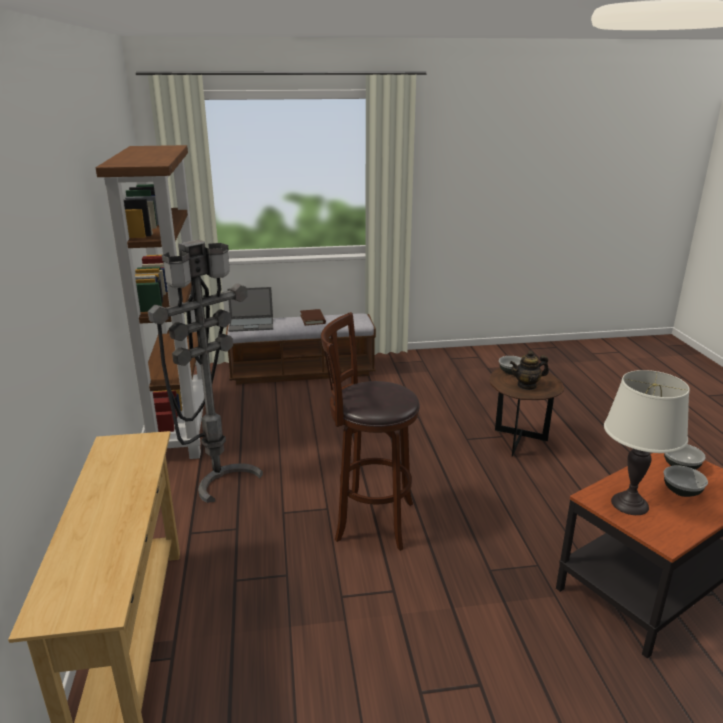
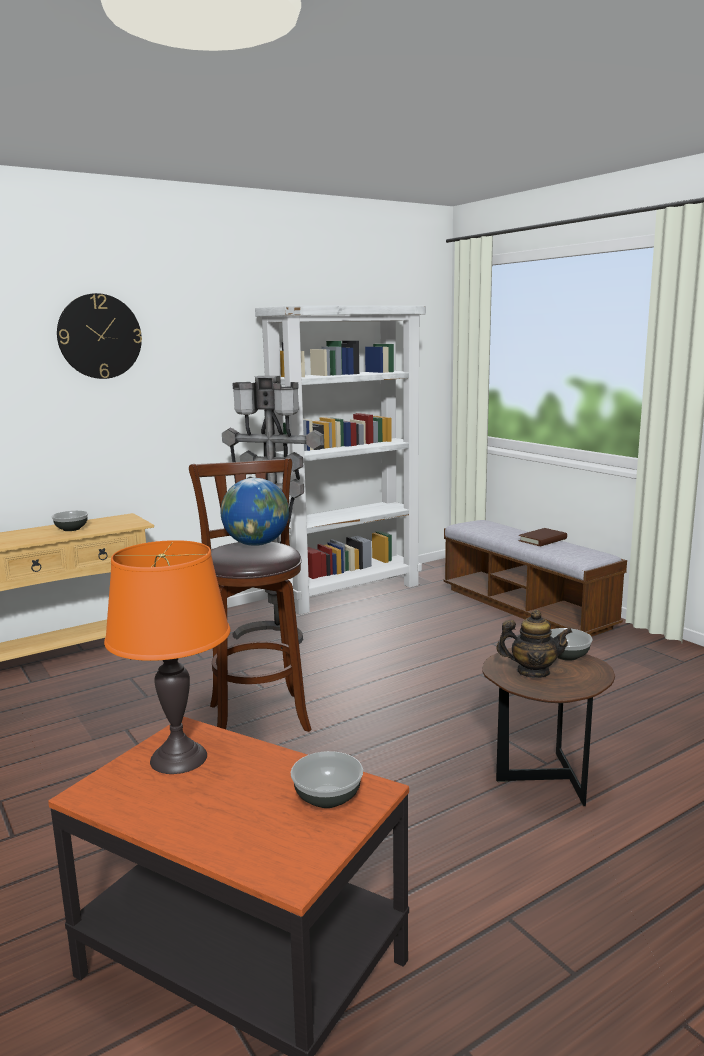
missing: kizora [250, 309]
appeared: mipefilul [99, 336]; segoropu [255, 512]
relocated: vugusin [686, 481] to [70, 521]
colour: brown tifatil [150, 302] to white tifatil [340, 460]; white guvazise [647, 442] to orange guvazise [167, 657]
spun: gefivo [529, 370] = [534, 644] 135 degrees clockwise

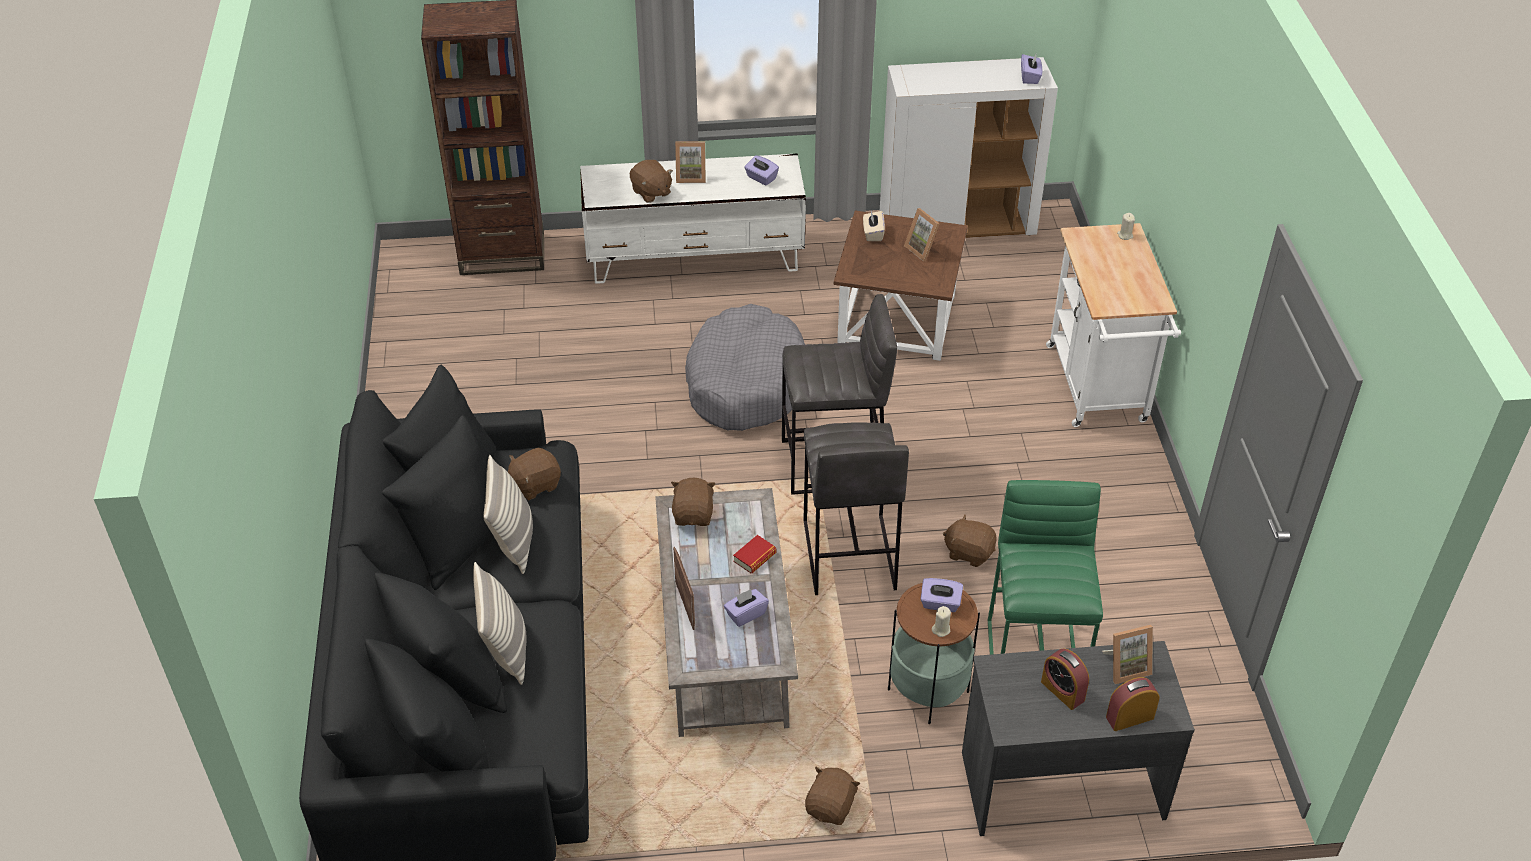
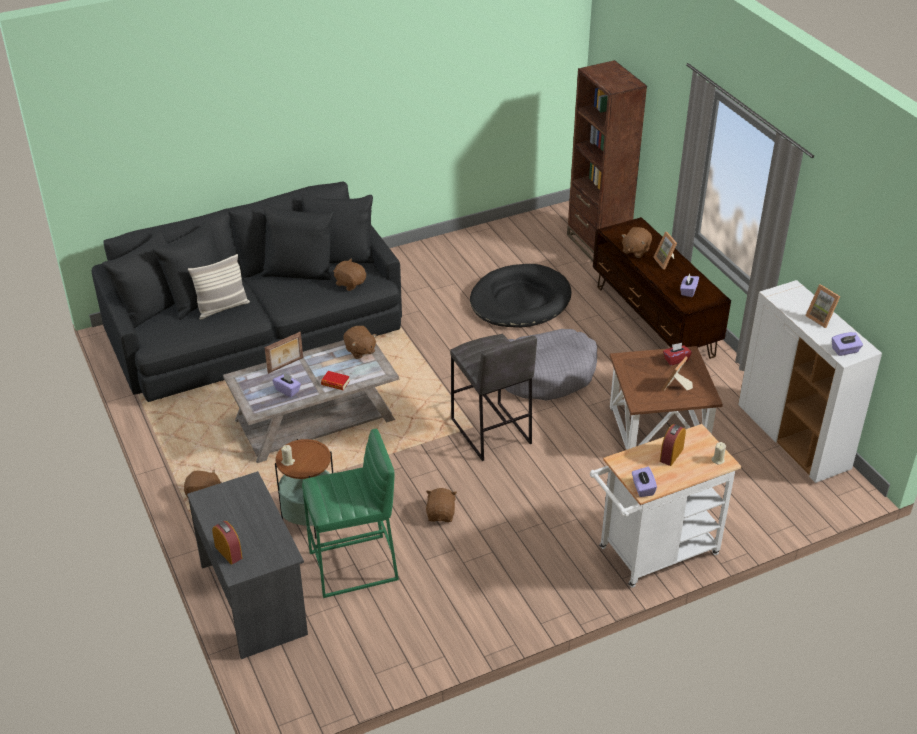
missing: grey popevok [856, 508]; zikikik [508, 514]
appeared: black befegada [521, 296]
relocated: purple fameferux [941, 595] to [644, 482]; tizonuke [1127, 654] to [822, 306]; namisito [1065, 679] to [673, 445]
colour: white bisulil [693, 218] to brown bisulil [662, 288]; beige fameferux [874, 226] to red fameferux [677, 354]
spun: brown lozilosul [693, 501] = [360, 342] 75 degrees clockwise

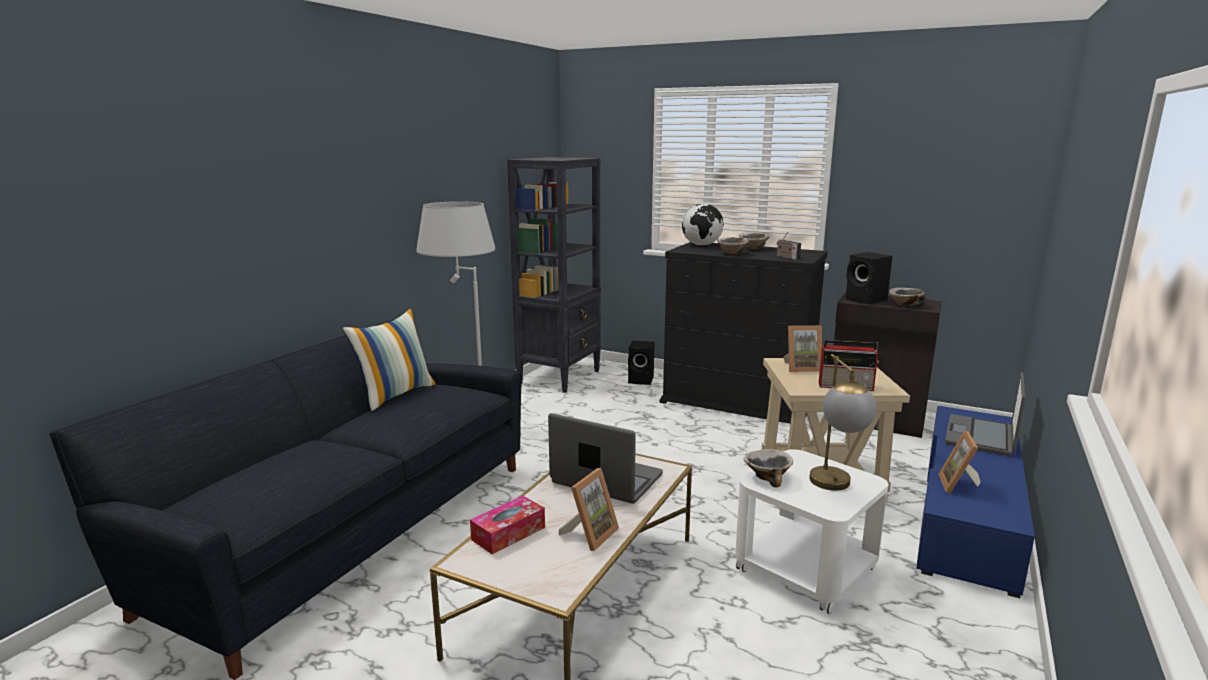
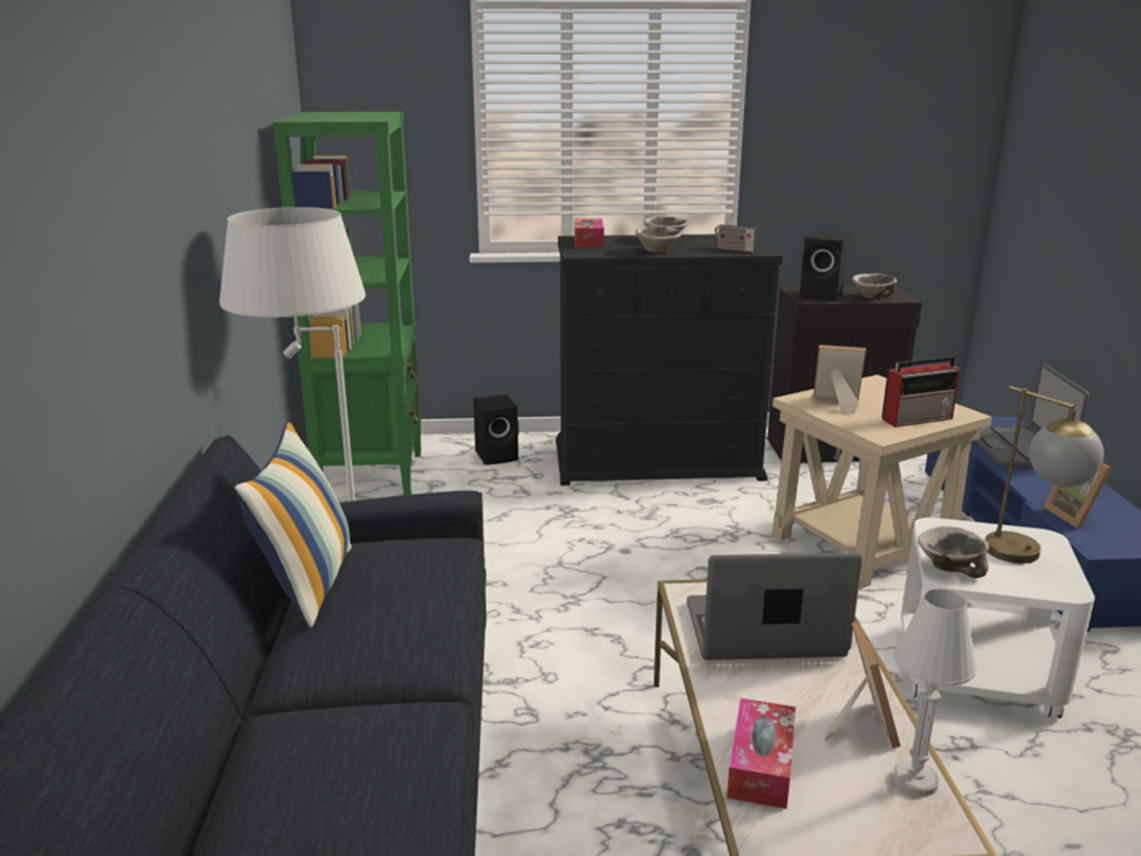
appeared: white guvazise [935, 693]
exchanged: segoropu [703, 225] to fameferux [589, 233]
colour: black tifatil [554, 275] to green tifatil [347, 303]
spun: tizonuke [803, 348] = [839, 379] 135 degrees counterclockwise

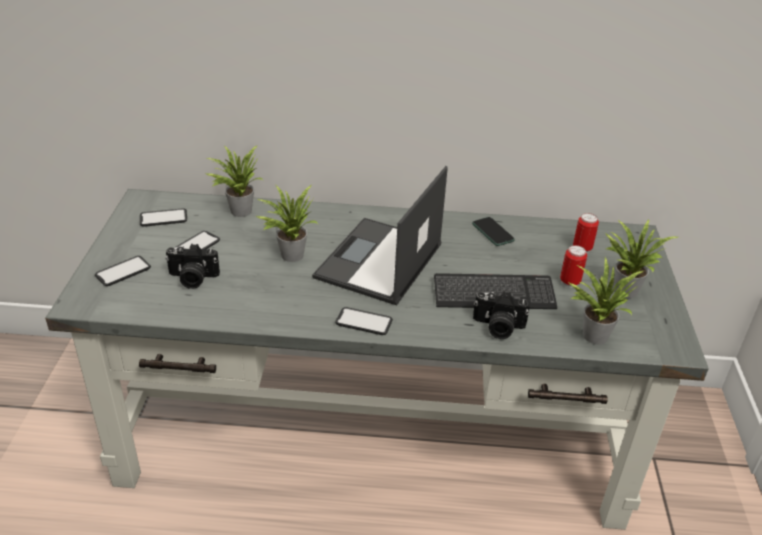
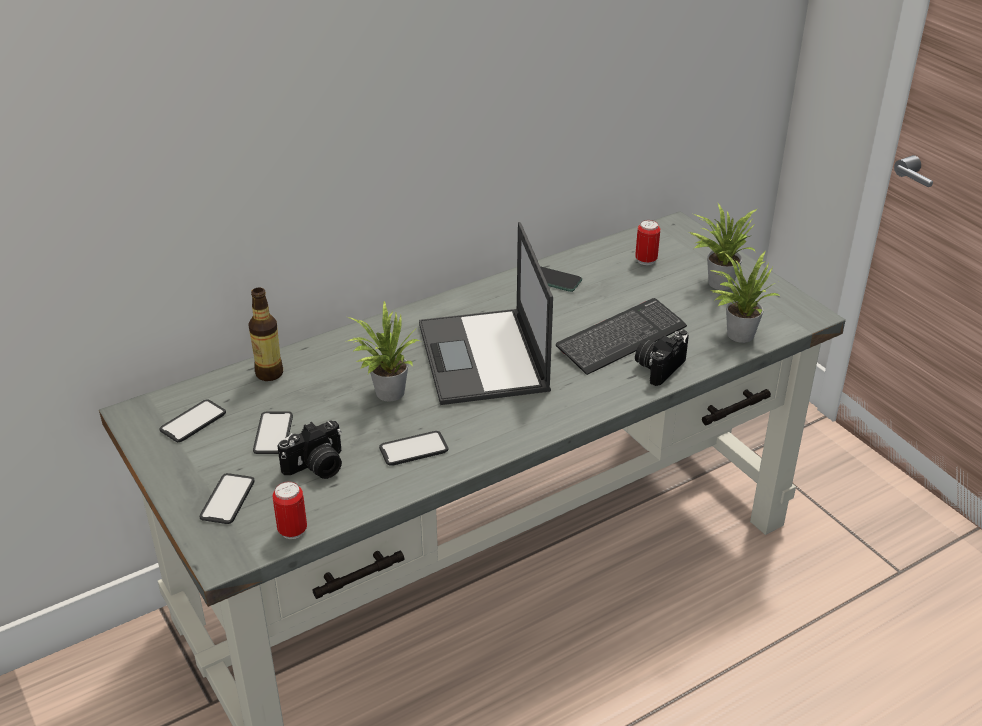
relocated: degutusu [573, 266] to [289, 510]; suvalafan [364, 321] to [414, 448]
exchanged: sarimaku [234, 181] to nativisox [265, 334]
spun: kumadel [501, 315] = [662, 357] 150 degrees clockwise

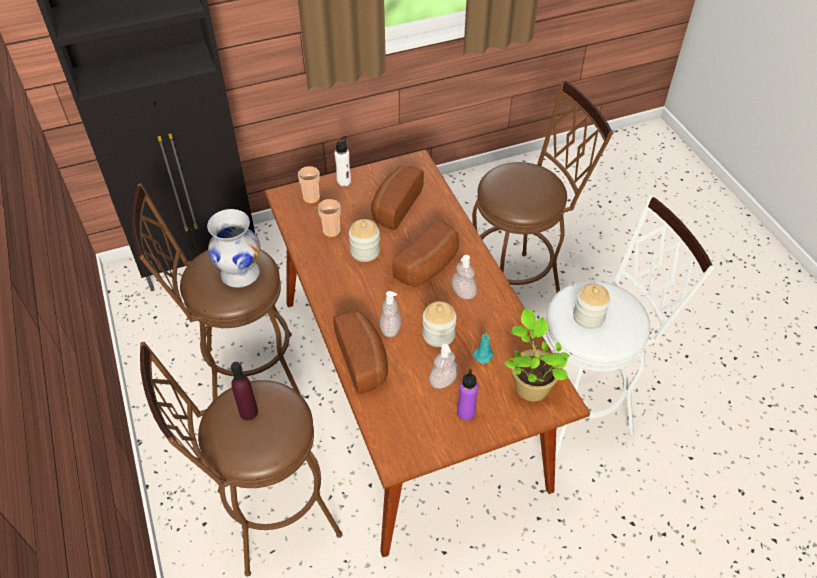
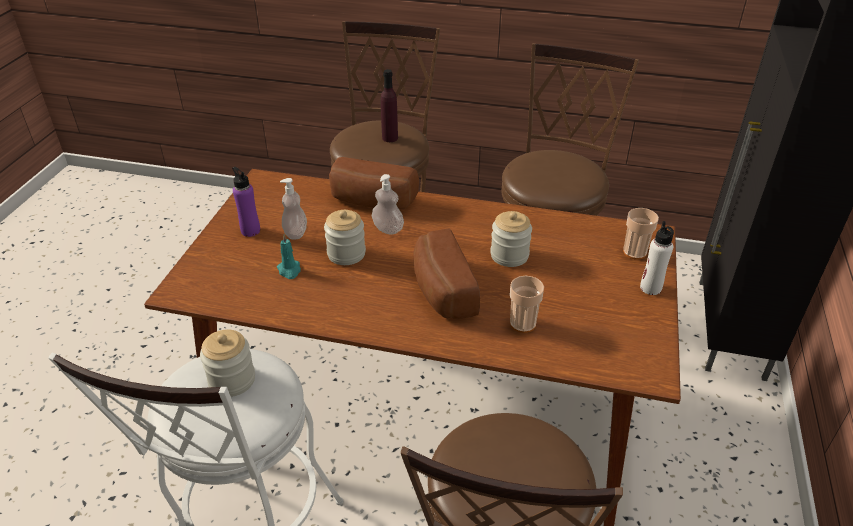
missing: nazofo [397, 197]; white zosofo [233, 248]; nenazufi [464, 277]; sarimaku [536, 354]
relocated: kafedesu [329, 218] to [527, 304]

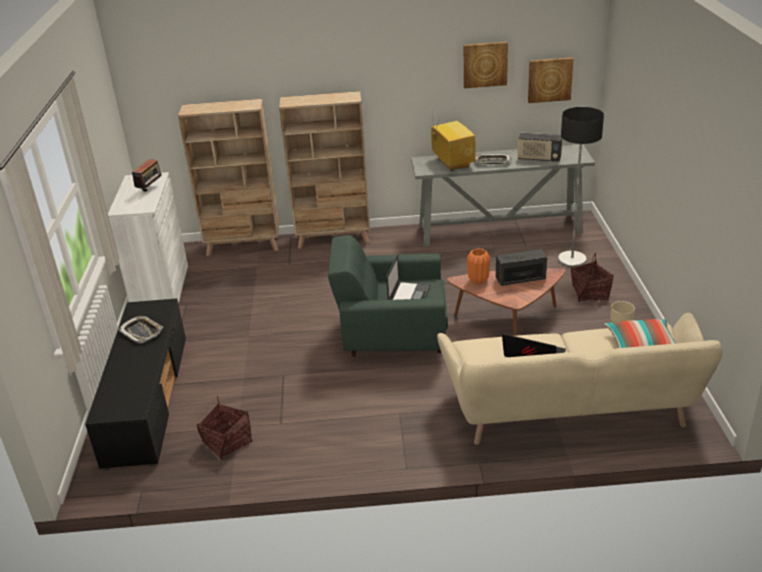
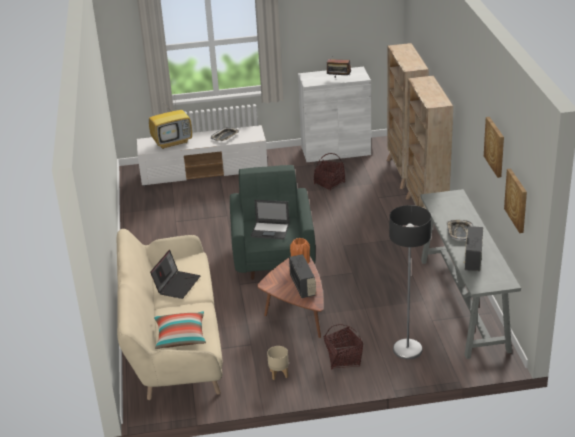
relocated: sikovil [453, 143] to [170, 122]; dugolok [224, 428] to [329, 172]
colour: black bisulil [135, 384] to white bisulil [202, 155]

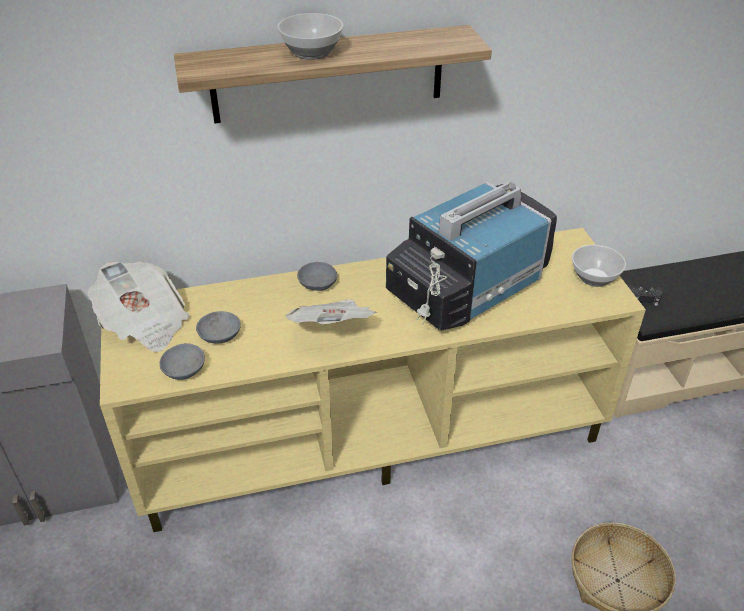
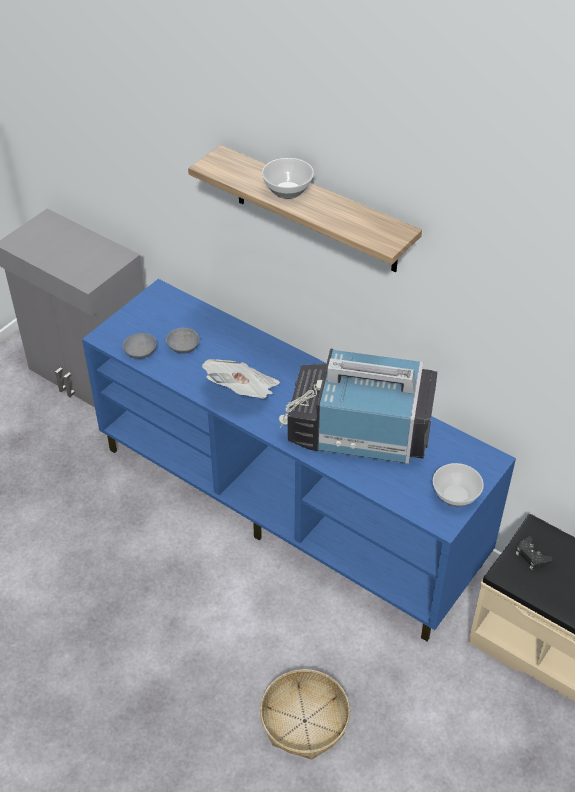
missing: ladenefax [139, 306]; grey vugusin [317, 276]
colour: beige bisulil [373, 380] to blue bisulil [299, 460]

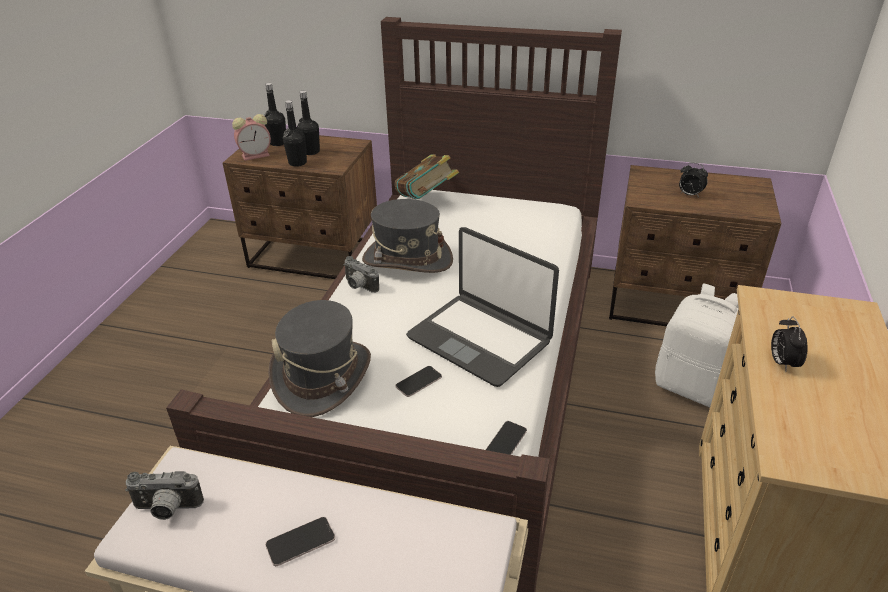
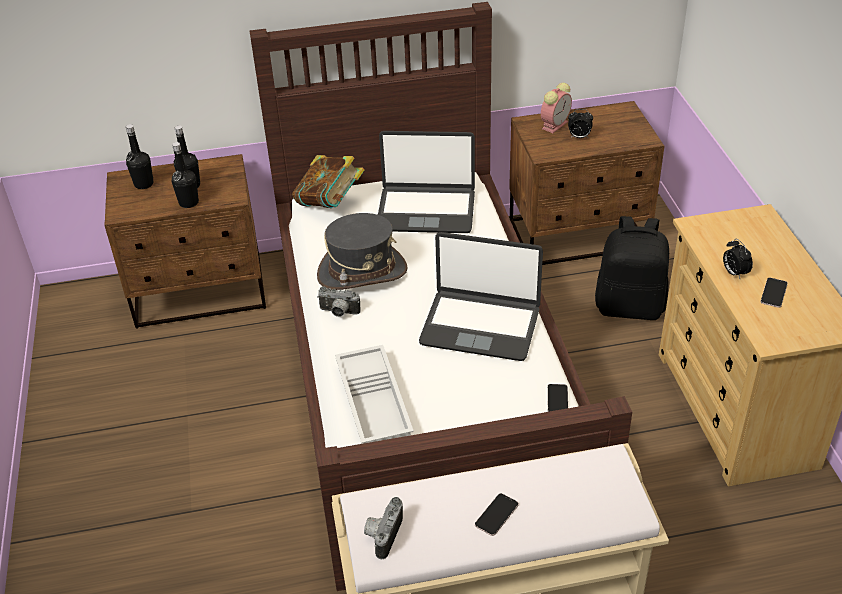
appeared: kizora [426, 182]
relocated: namisito [251, 137] to [556, 108]; suvalafan [418, 381] to [774, 293]
exchanged: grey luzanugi [319, 358] to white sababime [374, 394]
colour: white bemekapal [697, 345] to black bemekapal [632, 268]
spun: kumadel [164, 495] = [383, 528] 135 degrees clockwise

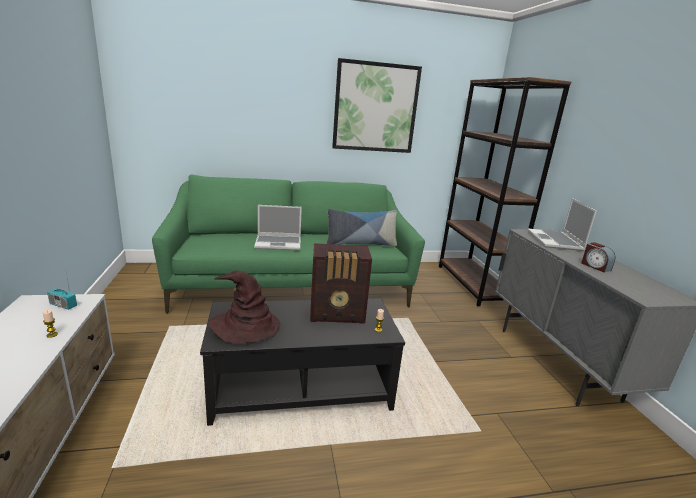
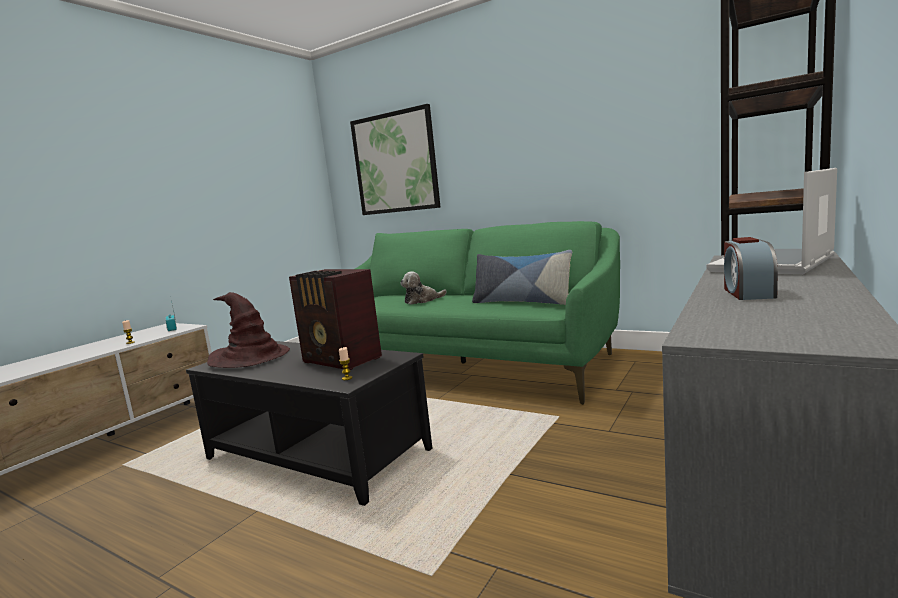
relocated: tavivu [377, 105] to [395, 159]
exchanged: kizora [278, 227] to lozilosul [423, 288]

